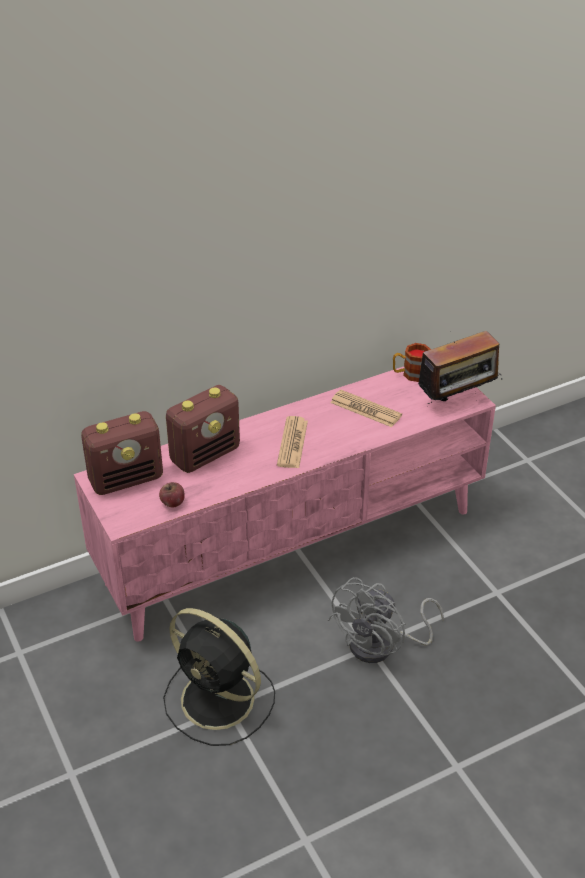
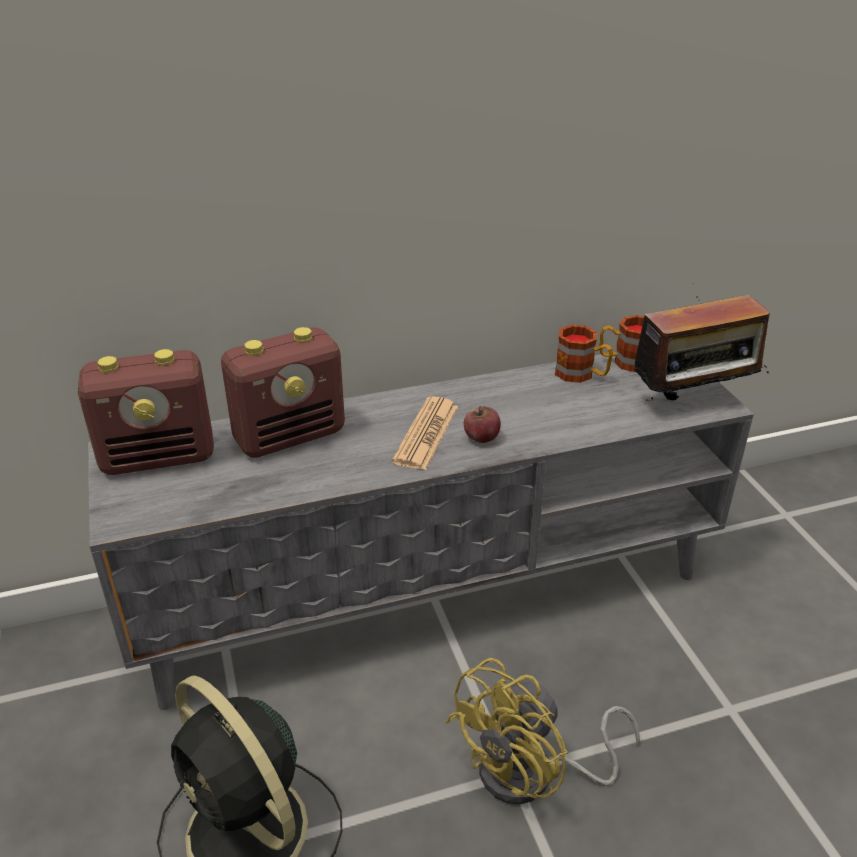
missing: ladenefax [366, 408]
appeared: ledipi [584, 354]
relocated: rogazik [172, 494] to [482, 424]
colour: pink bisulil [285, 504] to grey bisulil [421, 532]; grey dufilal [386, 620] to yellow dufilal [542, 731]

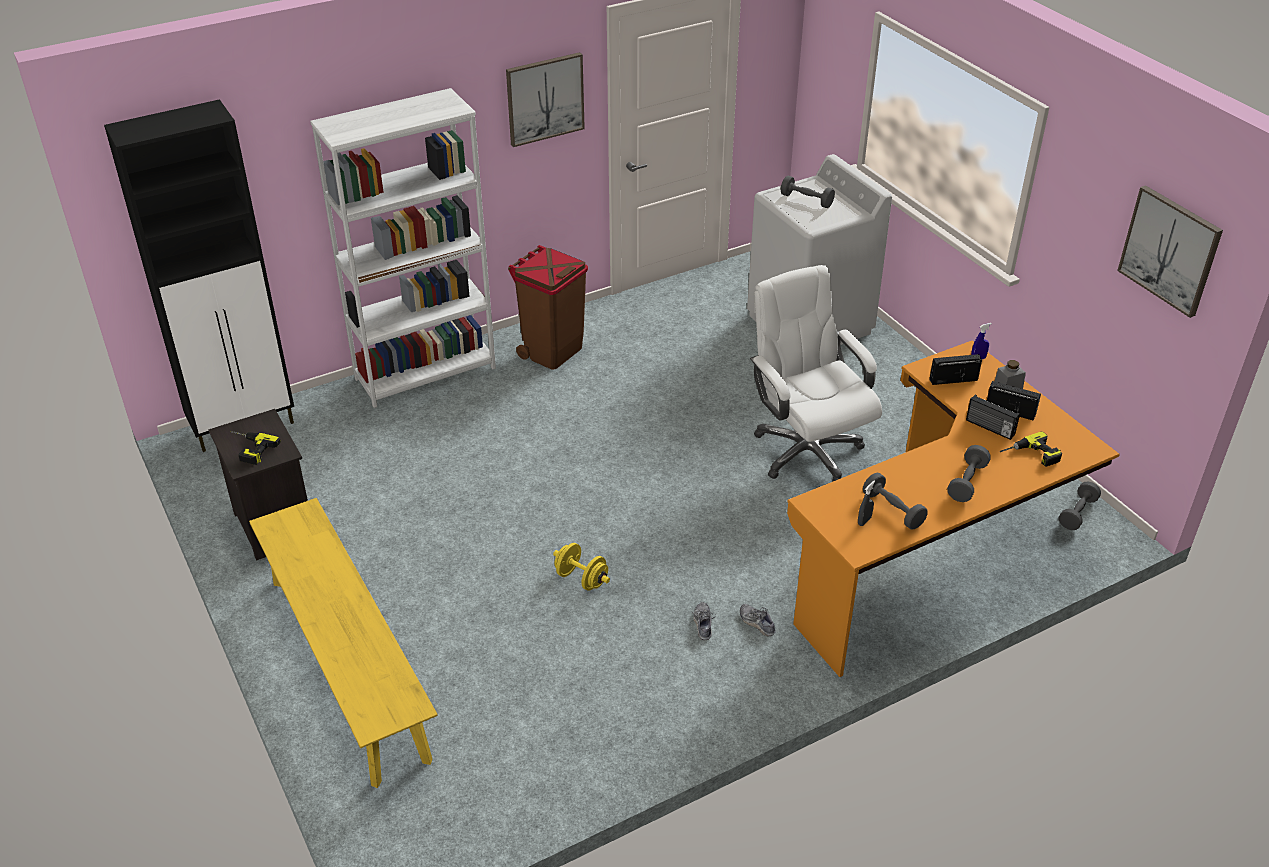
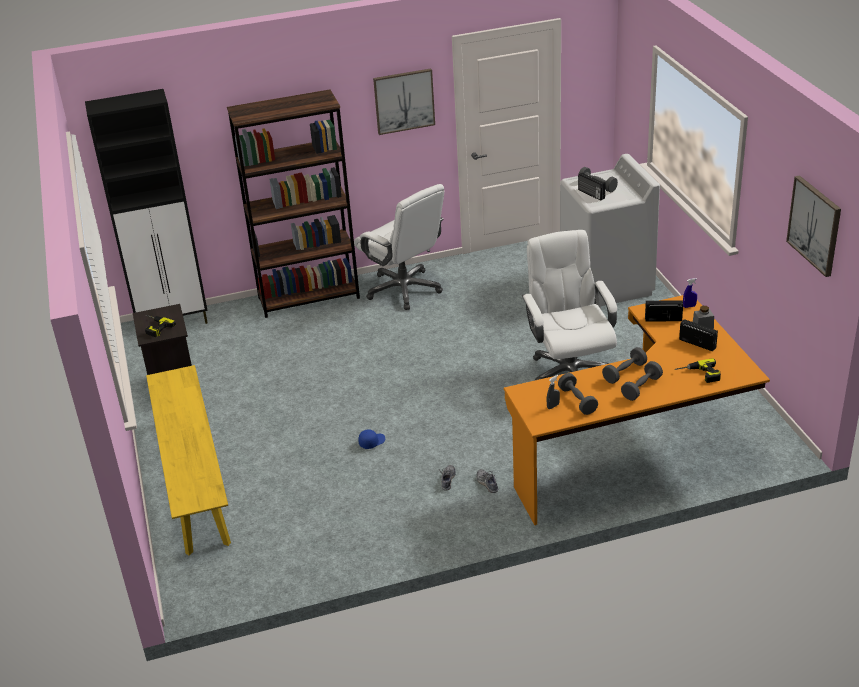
relocated: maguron [993, 417] to [592, 187]; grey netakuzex [1080, 505] to [624, 365]
exchanged: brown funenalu [548, 307] to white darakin [399, 247]; yellow netakuzex [581, 567] to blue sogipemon [371, 439]
colour: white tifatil [403, 248] to brown tifatil [293, 204]

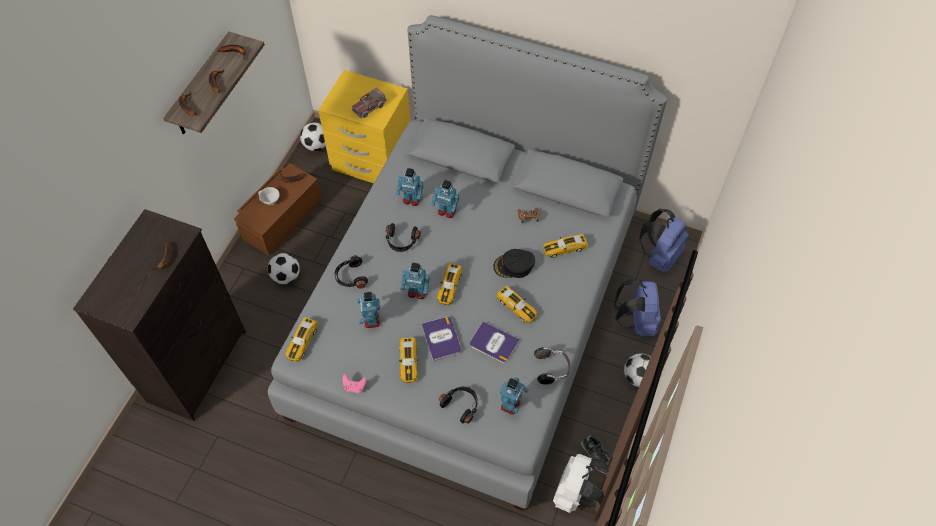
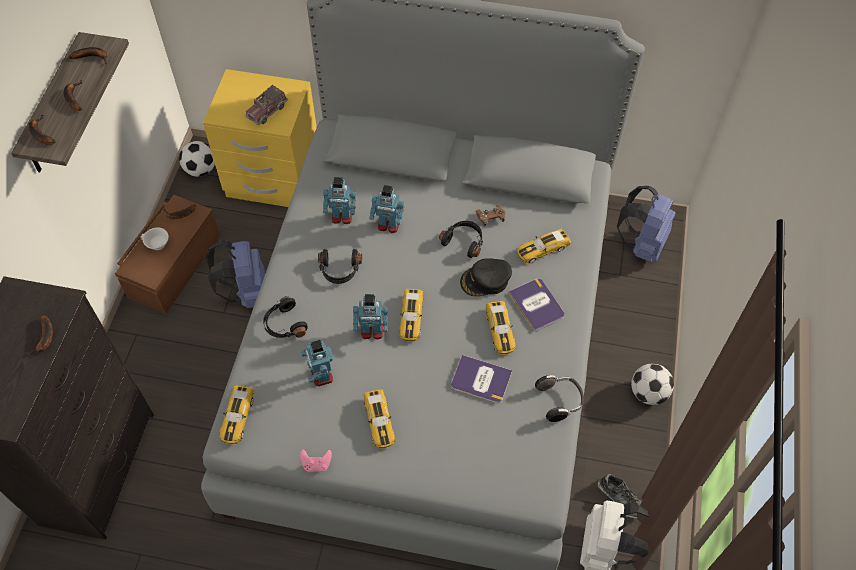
missing: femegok [284, 268]; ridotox [514, 396]
relocated: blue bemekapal [637, 307] to [235, 274]; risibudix [441, 339] to [537, 305]; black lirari [458, 405] to [461, 239]
spun: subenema [516, 304] = [501, 328] 45 degrees clockwise

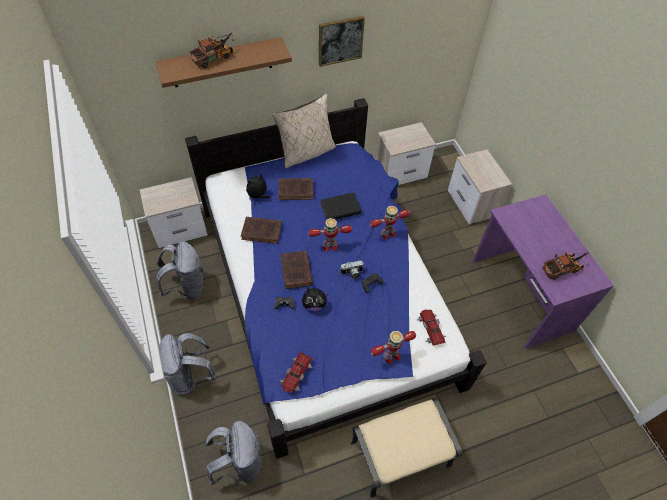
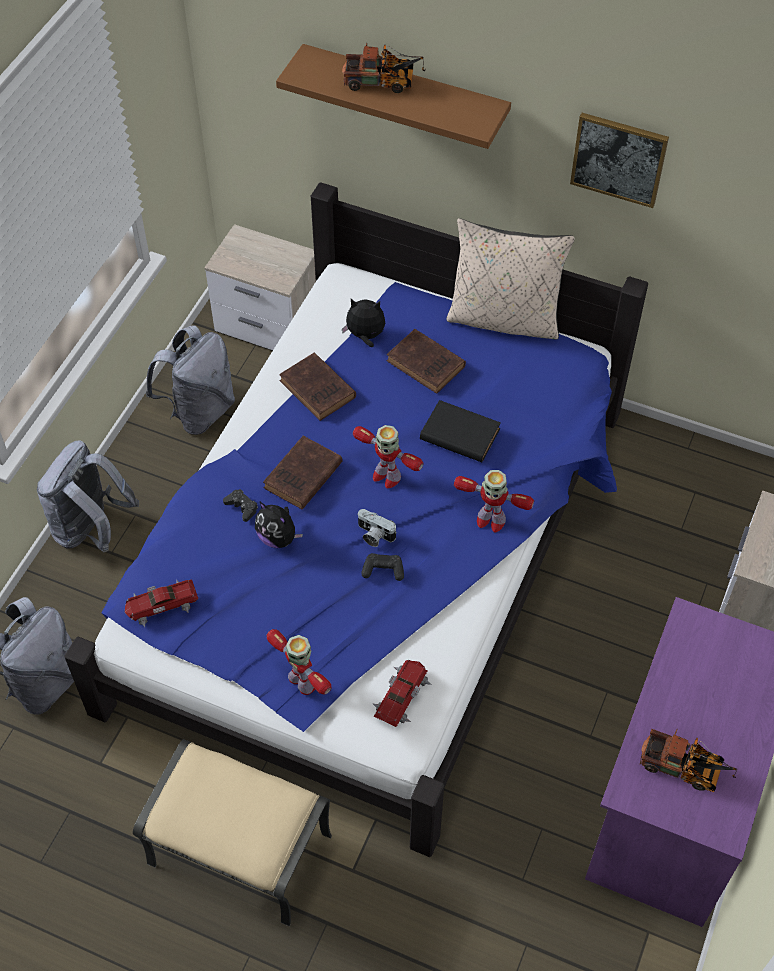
missing: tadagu [405, 153]
spun: ridotox [393, 347] = [299, 662] 150 degrees counterclockwise

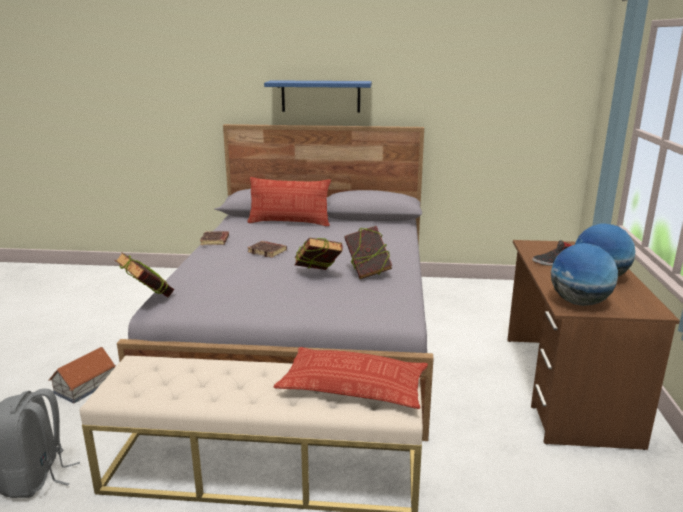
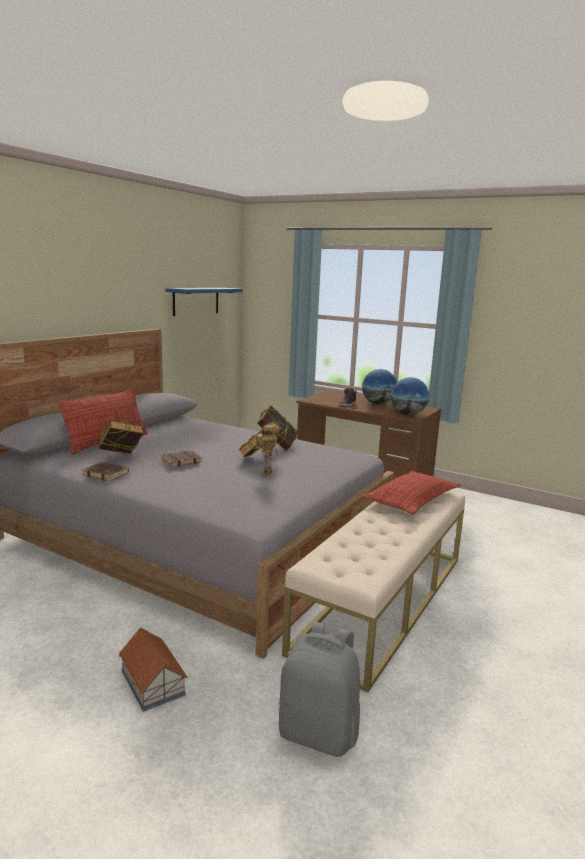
appeared: ridotox [267, 450]
relocated: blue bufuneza [318, 96] to [204, 302]; risibudix [144, 274] to [121, 437]

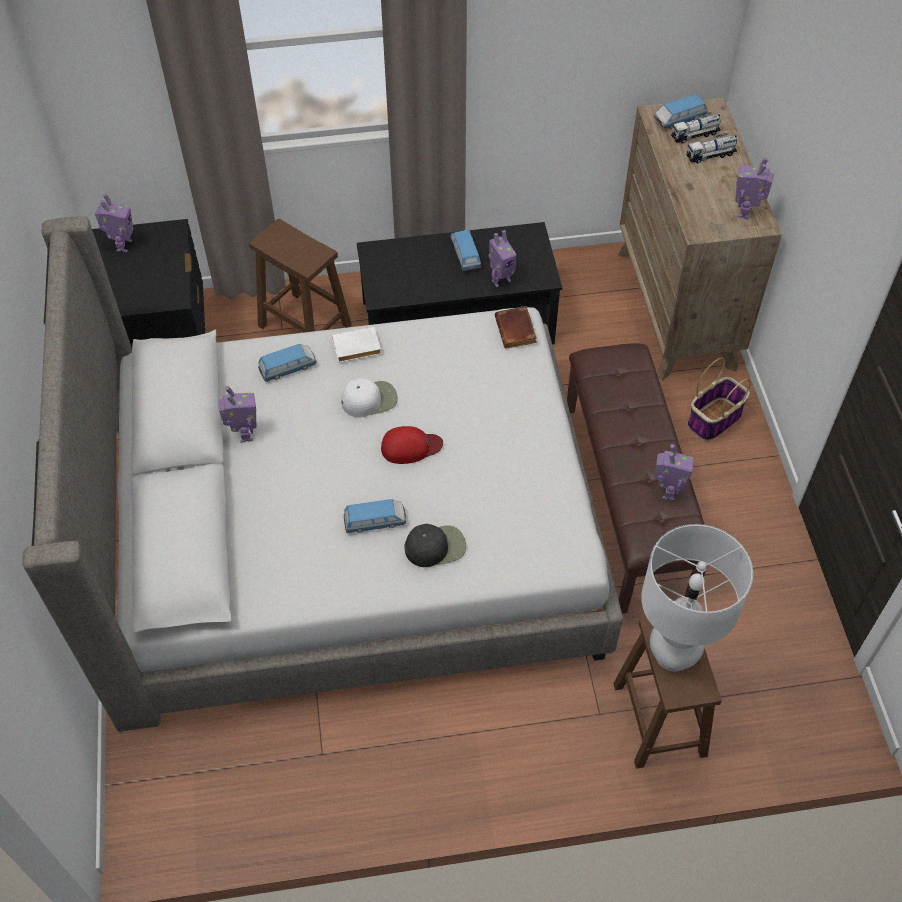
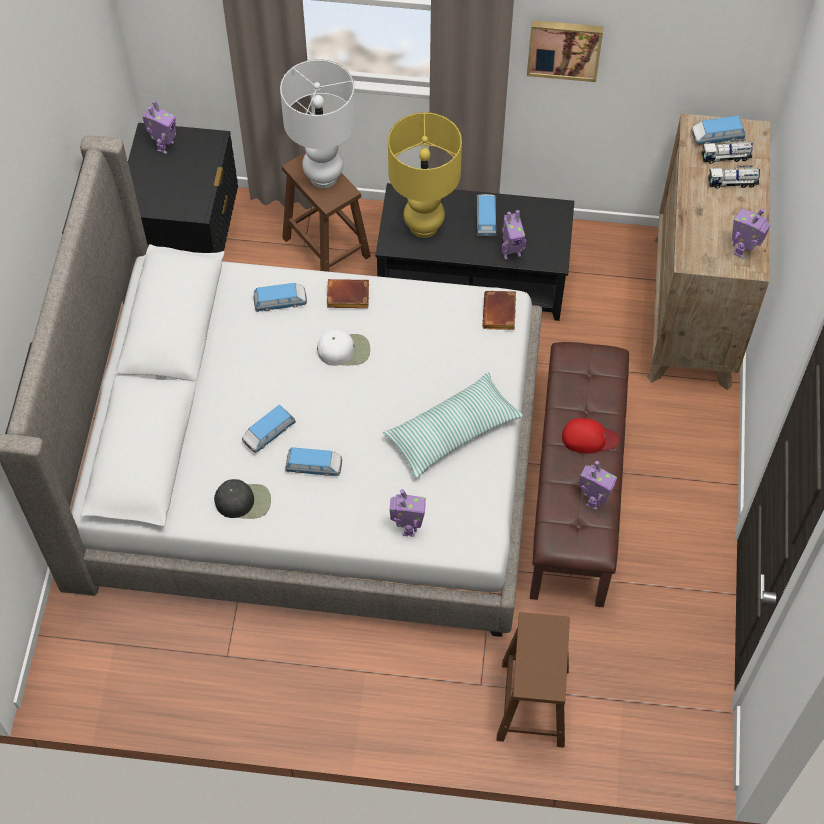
missing: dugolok [719, 399]
appeared: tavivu [565, 51]; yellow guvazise [425, 175]; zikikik [452, 425]; subenema [269, 429]
relocated: ridotox [237, 414] to [408, 513]; red sogipemon [412, 445] to [590, 435]; black sogipemon [435, 545] to [242, 499]; white guvazise [697, 598] to [318, 123]
colour: white risibudix [356, 345] to brown risibudix [348, 293]

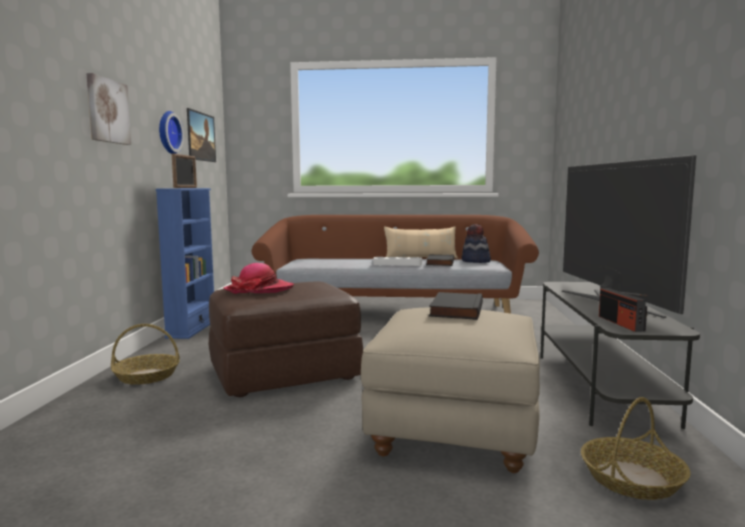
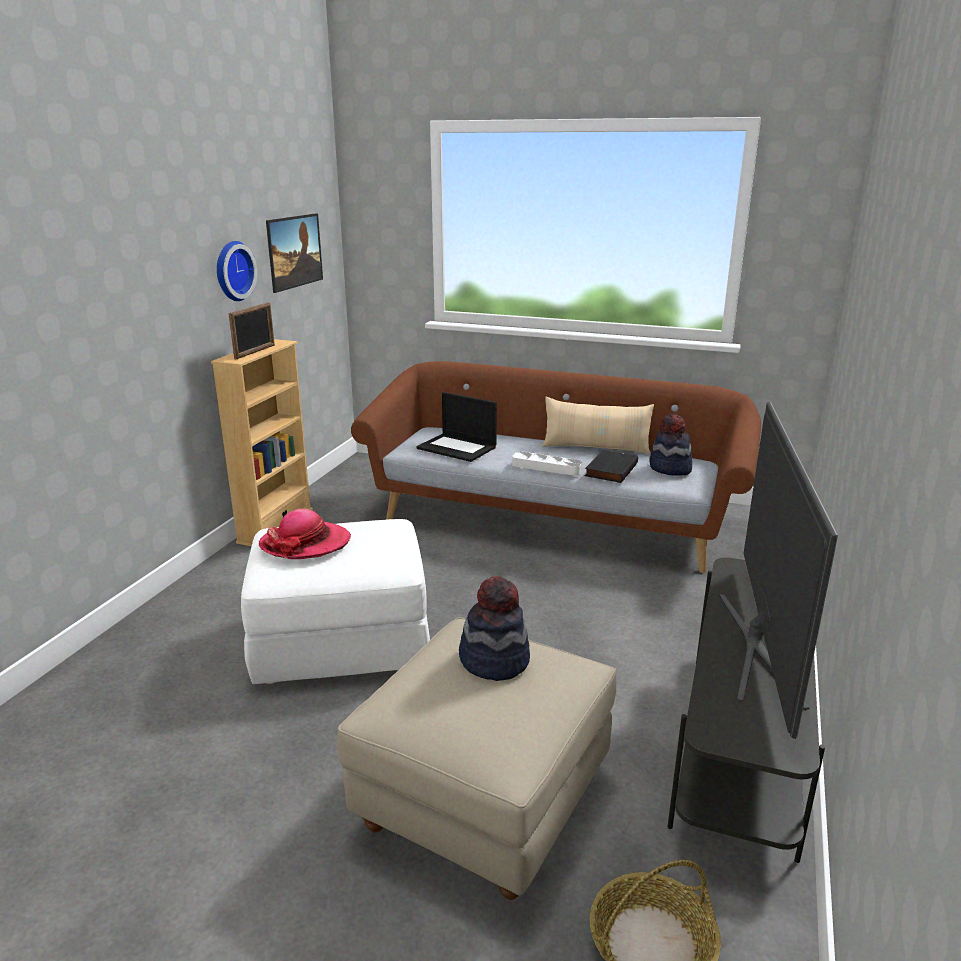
missing: tavivu [108, 109]; maguron [623, 310]; dugolok [145, 354]
appeared: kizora [456, 427]
exchanged: black risibudix [456, 306] to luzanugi [494, 628]
colour: blue tifatil [184, 263] to beige tifatil [262, 442]; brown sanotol [286, 339] to white sanotol [335, 601]

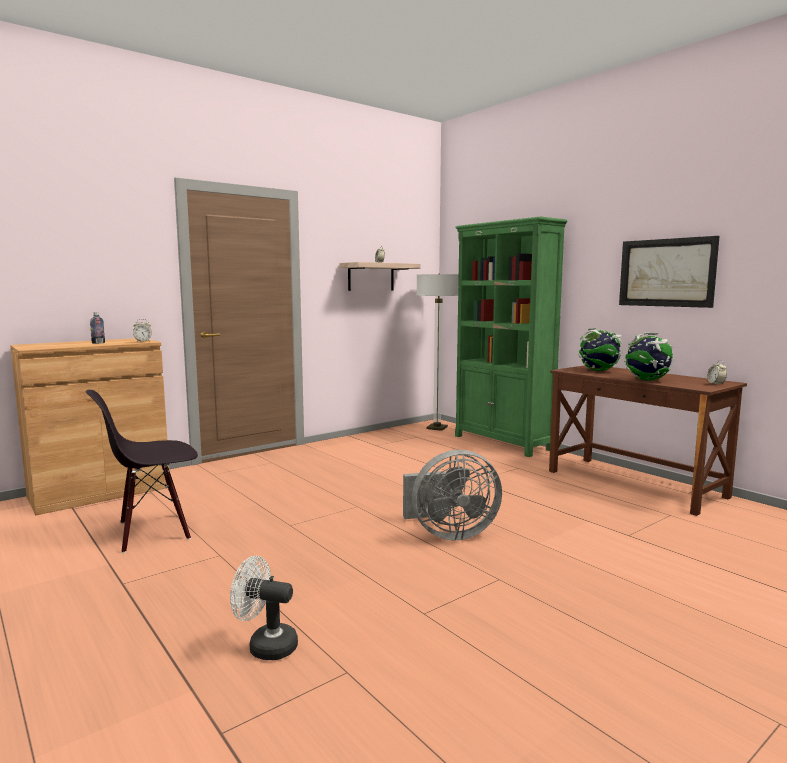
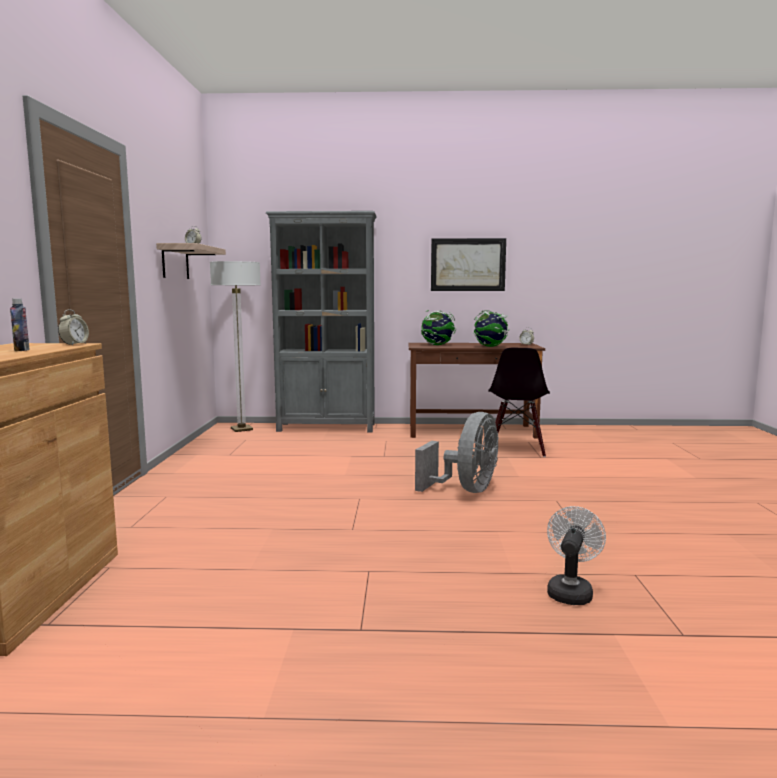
relocated: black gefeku [142, 471] to [519, 402]
colour: green tifatil [511, 337] to grey tifatil [321, 321]
spun: white dufilal [264, 608] = [576, 555] 150 degrees clockwise

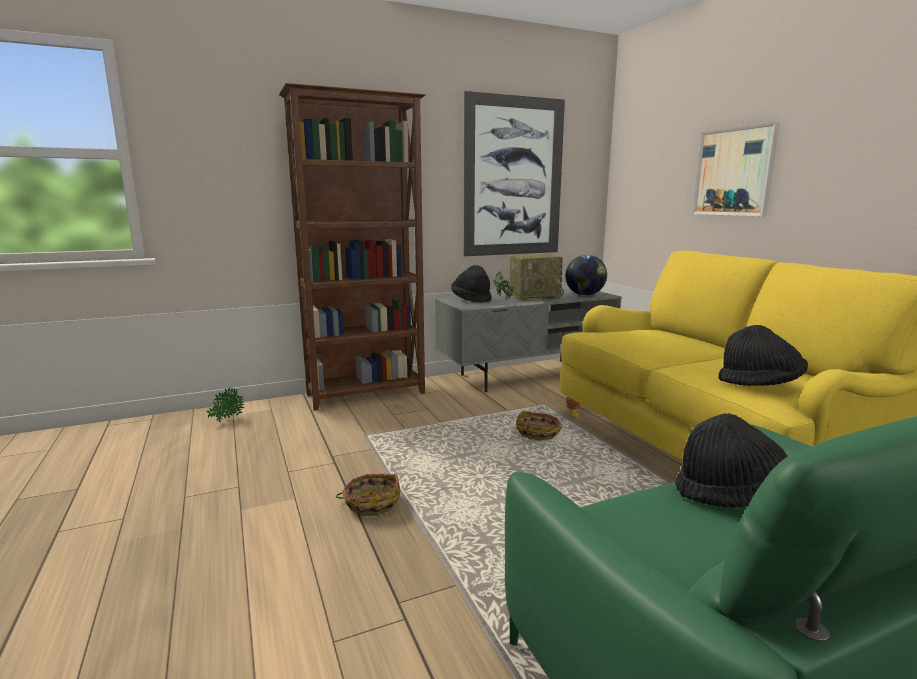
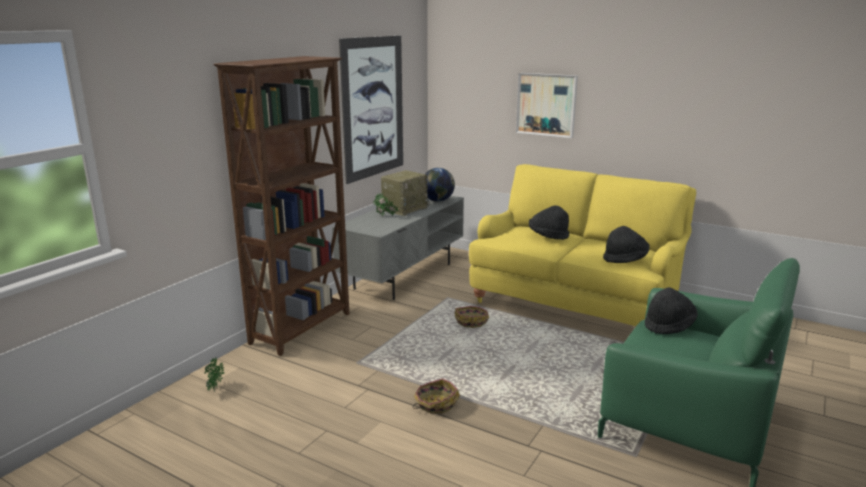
relocated: black luzanugi [471, 284] to [549, 222]

